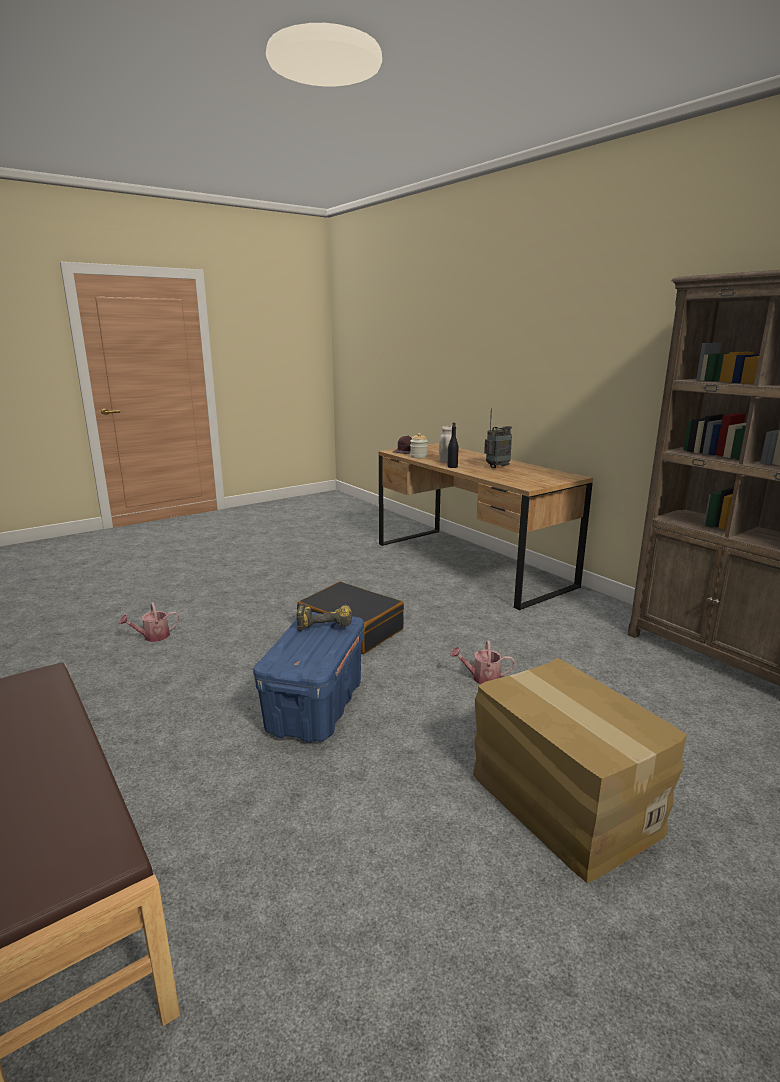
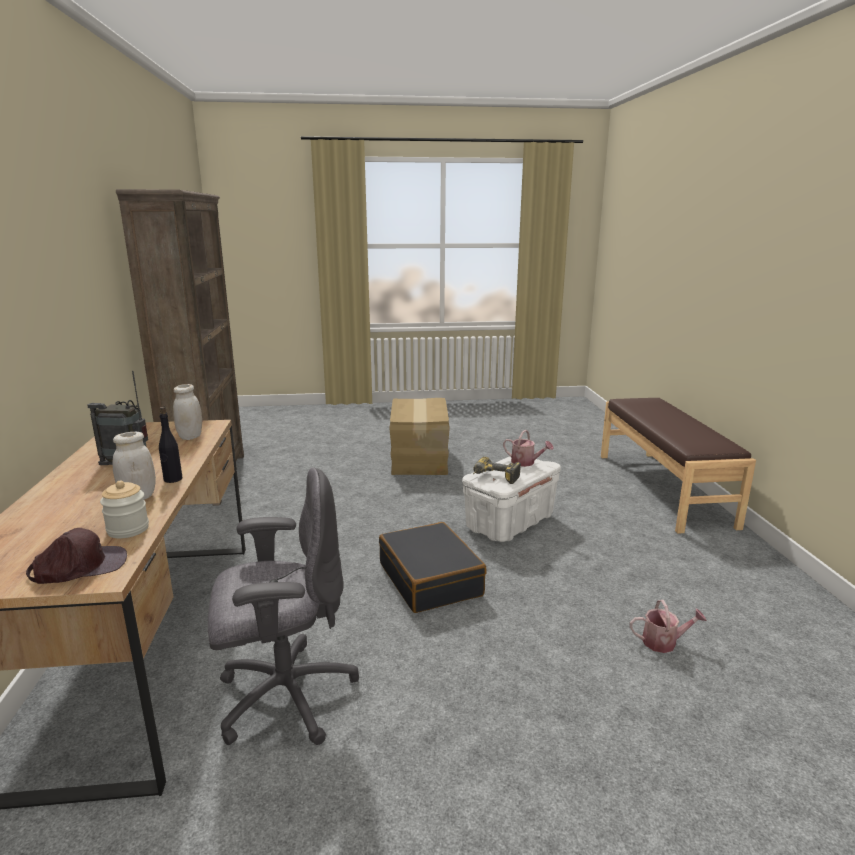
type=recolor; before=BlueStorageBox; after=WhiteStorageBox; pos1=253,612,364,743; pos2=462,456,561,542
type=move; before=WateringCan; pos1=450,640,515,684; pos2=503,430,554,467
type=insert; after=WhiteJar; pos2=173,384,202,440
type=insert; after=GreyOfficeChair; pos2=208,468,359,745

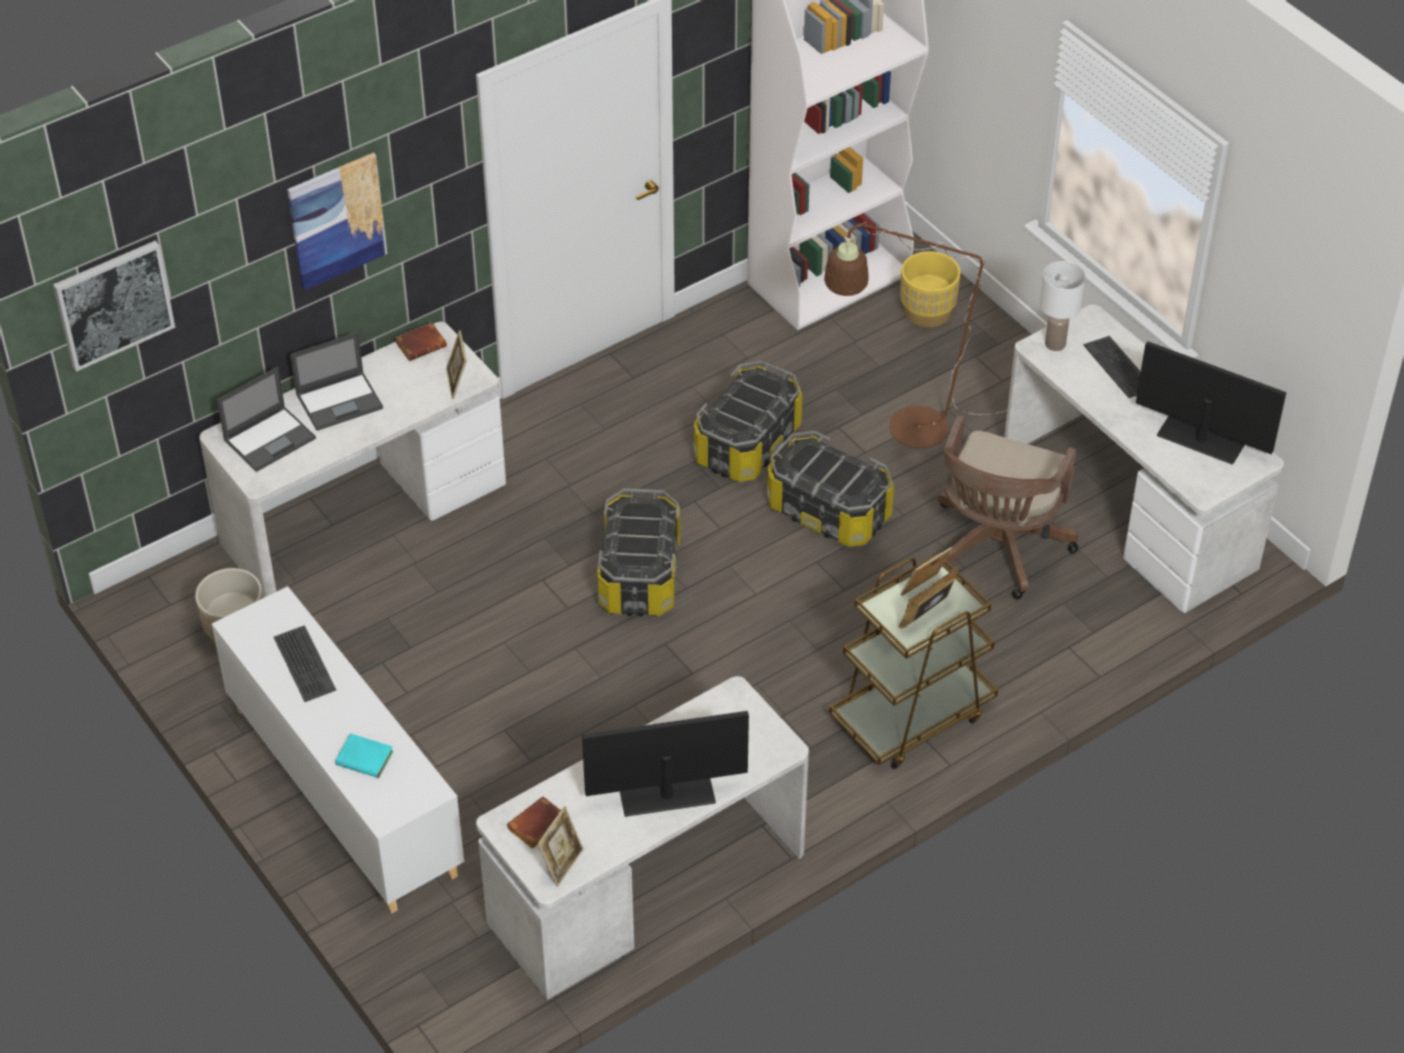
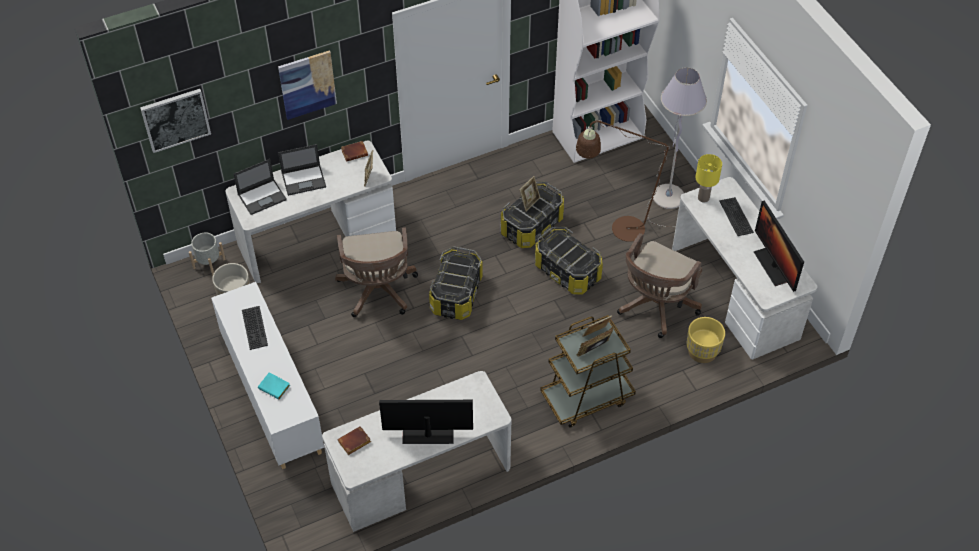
type=move; before=YellowPlanter; pos1=901,251,960,327; pos2=687,317,725,363
type=recolor; before=WhiteTableLamp; after=YellowTableLamp; pos1=1039,261,1086,351; pos2=695,154,722,203
type=rotate; before=Monitor; pos1=1136,341,1286,465; pos2=754,200,804,292; turn=-150
type=move; before=PictureFrame; pos1=538,807,584,887; pos2=519,176,540,212
type=insert; after=GreyFloorLamp; pos2=653,67,707,209
type=insert; after=BrownOfficeChair; pos2=335,227,418,317
type=insert; after=GreyPlanter; pos2=189,232,226,276

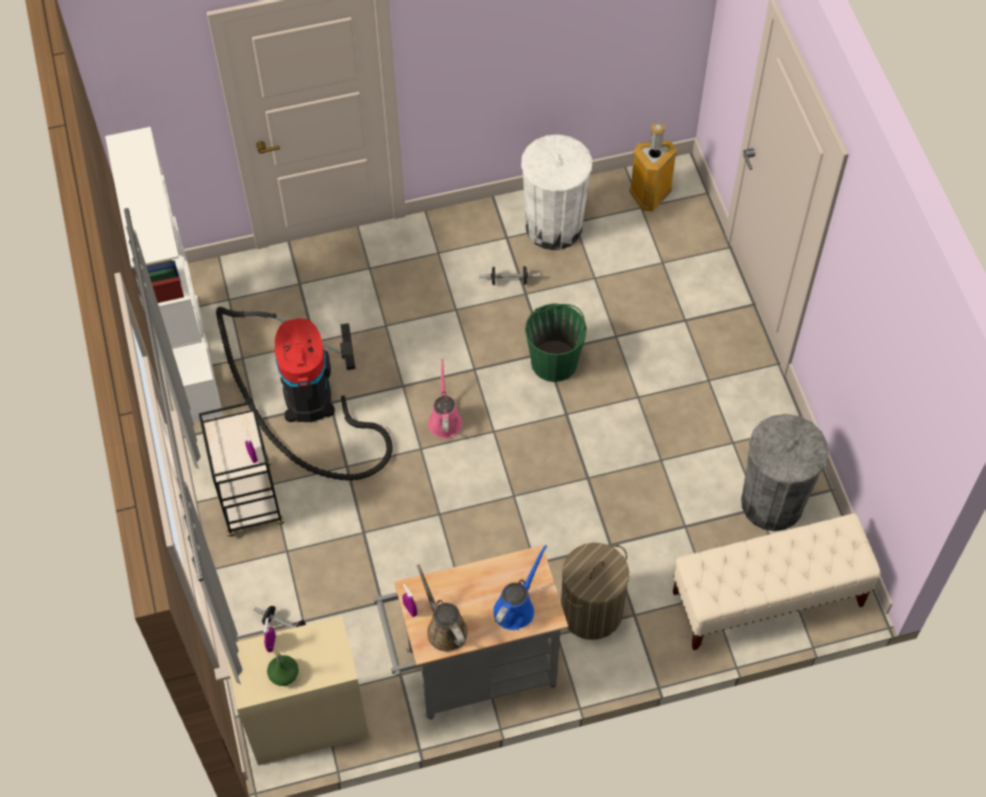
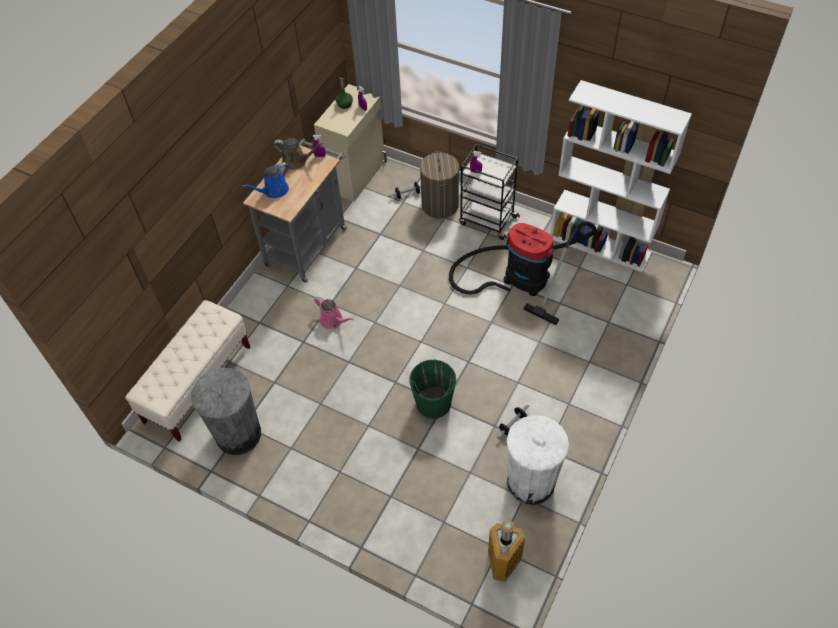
type=move; before=PinkWateringCan; pos1=428,359,462,439; pos2=314,297,354,329
type=move; before=LaundryBasket; pos1=561,543,629,640; pos2=420,151,459,218
type=rotate; before=BlueWateringCan; pos1=493,545,547,630; pos2=242,162,289,198; turn=60

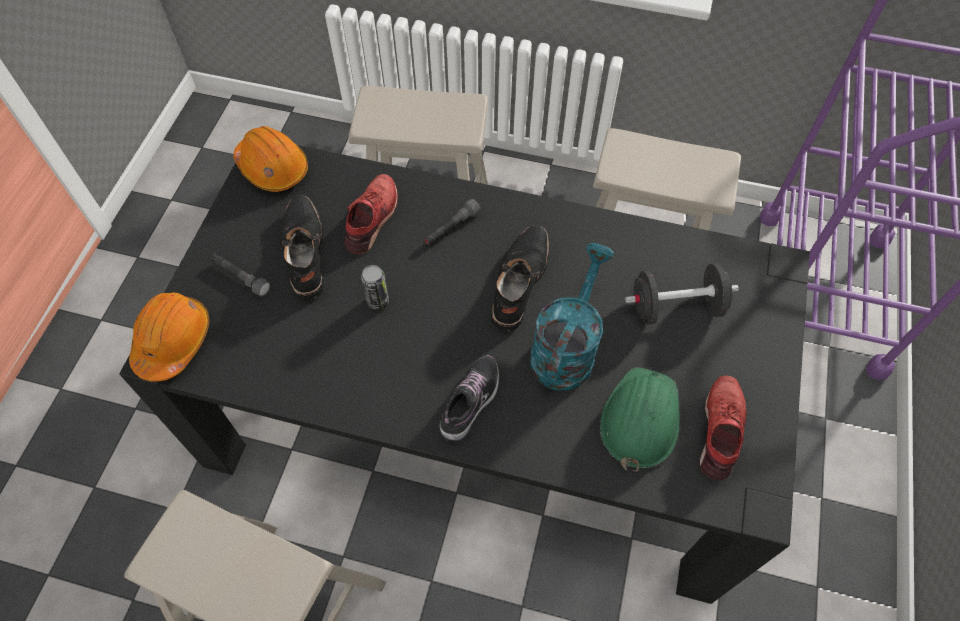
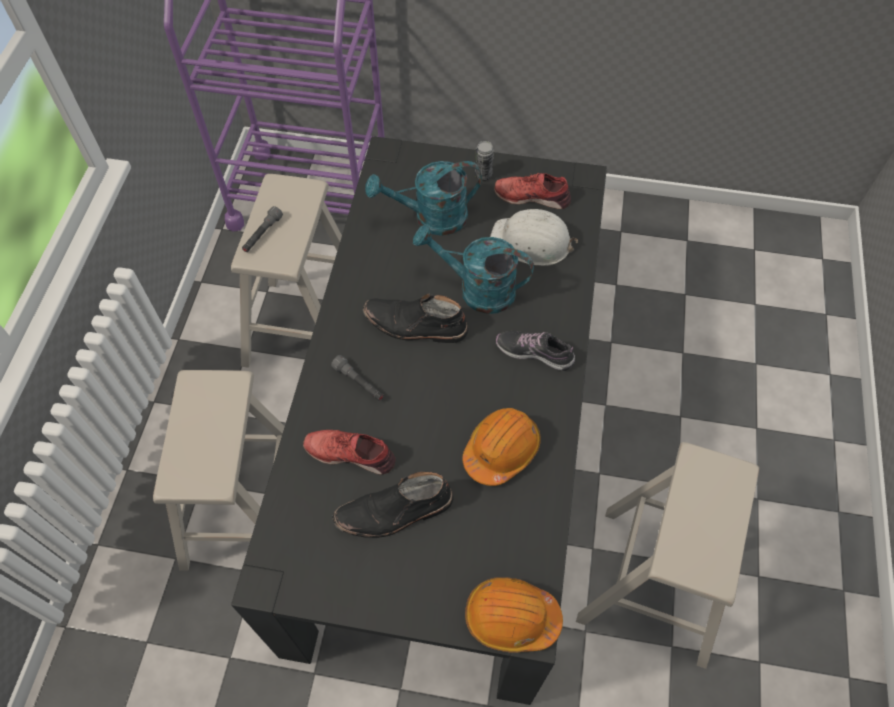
type=move; before=OrangeHardHat; pos1=233,126,308,192; pos2=462,408,541,486
type=move; before=GreyFlashlight; pos1=211,254,271,297; pos2=242,206,283,252
type=replace; before=BlackDumbbell; after=TurquoiseWateringCan; pos1=625,263,739,325; pos2=365,161,482,236
type=move; before=Can; pos1=361,265,389,310; pos2=475,141,494,181
type=recolor; before=GreenHardHat; after=WhiteHardHat; pos1=600,367,680,472; pos2=490,209,578,266

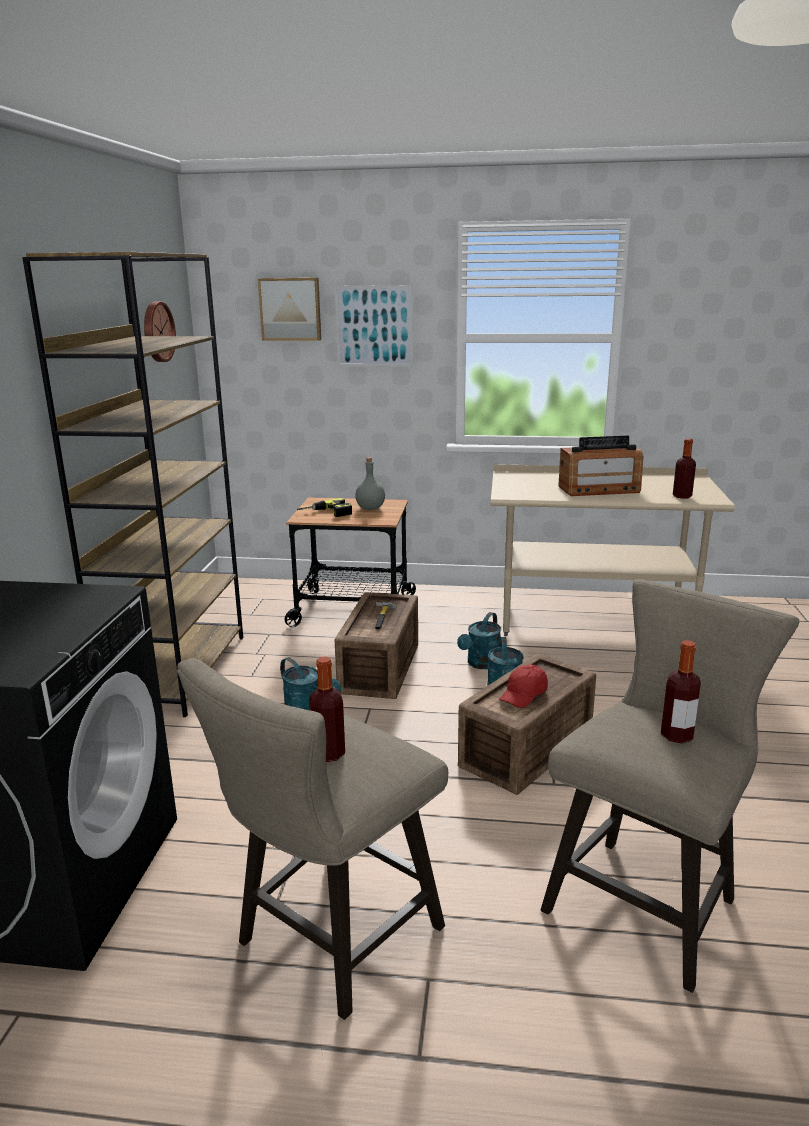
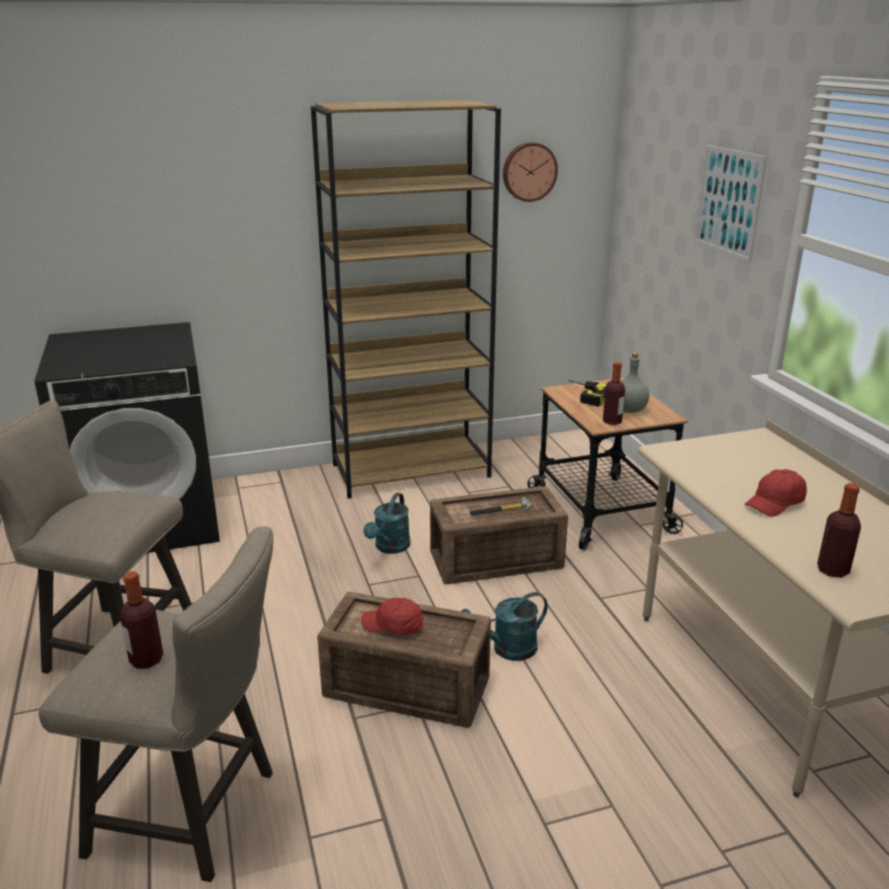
type=delete; before=Picture; pos1=258,278,321,341
type=replace; before=Radio; after=RedCap; pos1=558,436,643,496; pos2=745,469,807,517
type=delete; before=TurquoiseWateringCan; pos1=457,612,501,669
type=move; before=Bottle; pos1=309,656,345,762; pos2=603,362,625,425

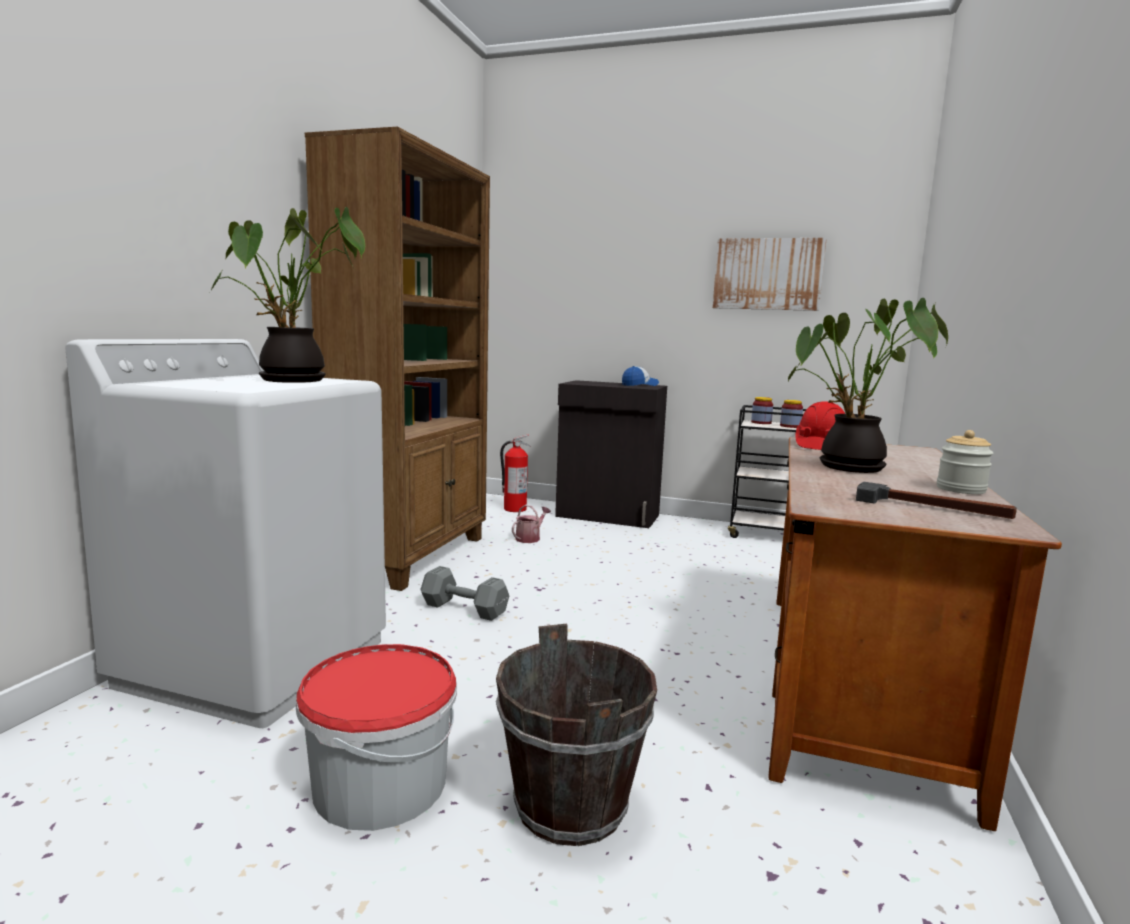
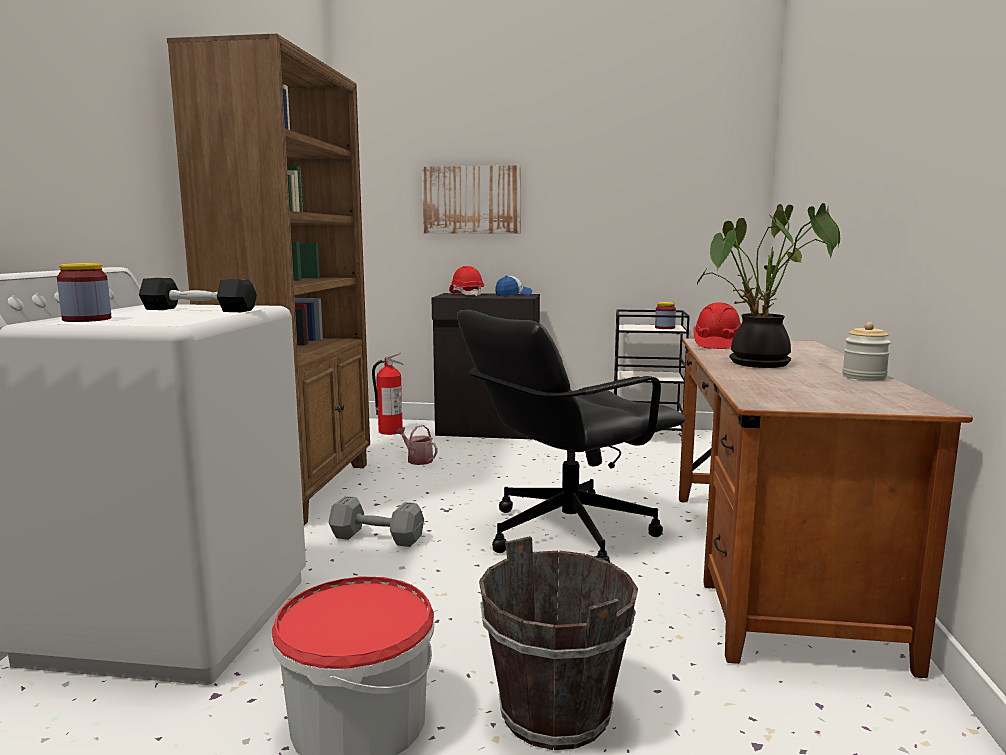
type=replace; before=PottedPlant; after=BlackDumbbell; pos1=210,207,365,383; pos2=139,278,257,312
type=move; before=Picture; pos1=713,238,827,311; pos2=422,165,521,233
type=move; before=Jar; pos1=751,397,773,424; pos2=57,263,112,322
type=delete; before=Hammer; pos1=856,481,1017,519
type=rotate; before=WateringCan; pos1=512,505,551,543; pos2=396,425,438,465; turn=-75
type=insert; after=RedHardHat; pos2=449,266,484,296
type=insert; after=BlackOfficeChair; pos2=457,310,685,563

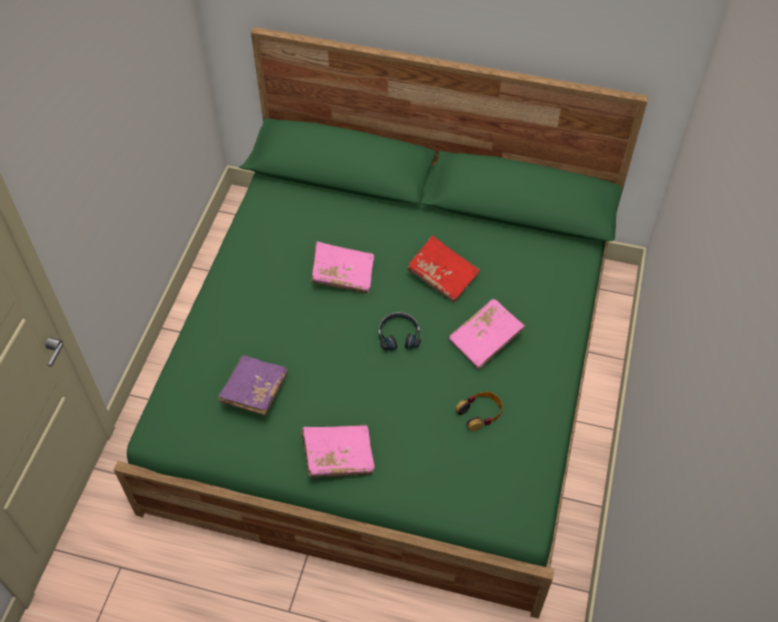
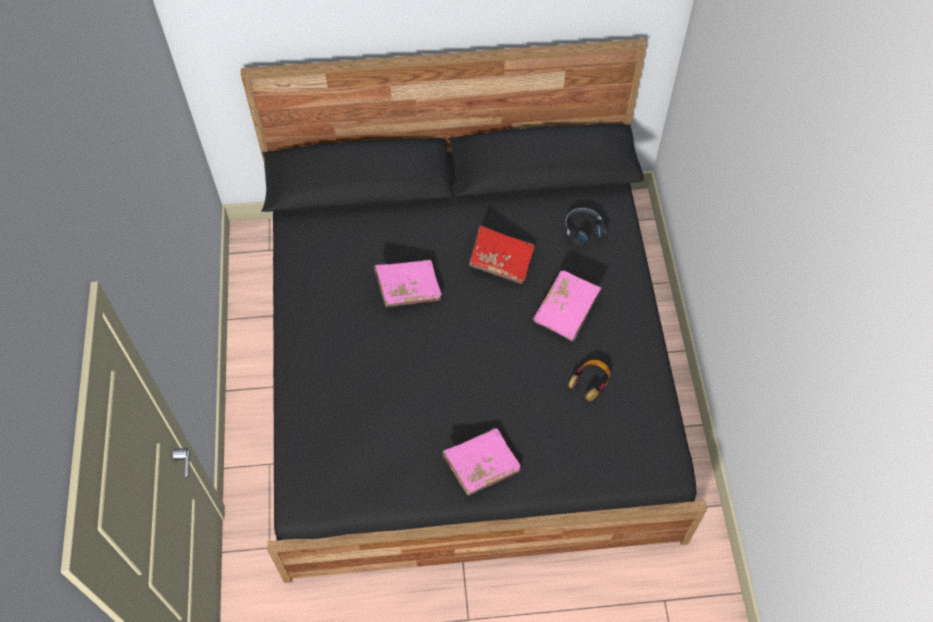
type=recolor; before=GreenBed; after=BlackBed; pos1=114,27,648,618; pos2=241,39,707,583
type=move; before=BlackHeadphones; pos1=379,312,421,351; pos2=565,208,607,246
type=delete; before=PurpleBook; pos1=218,355,288,415

